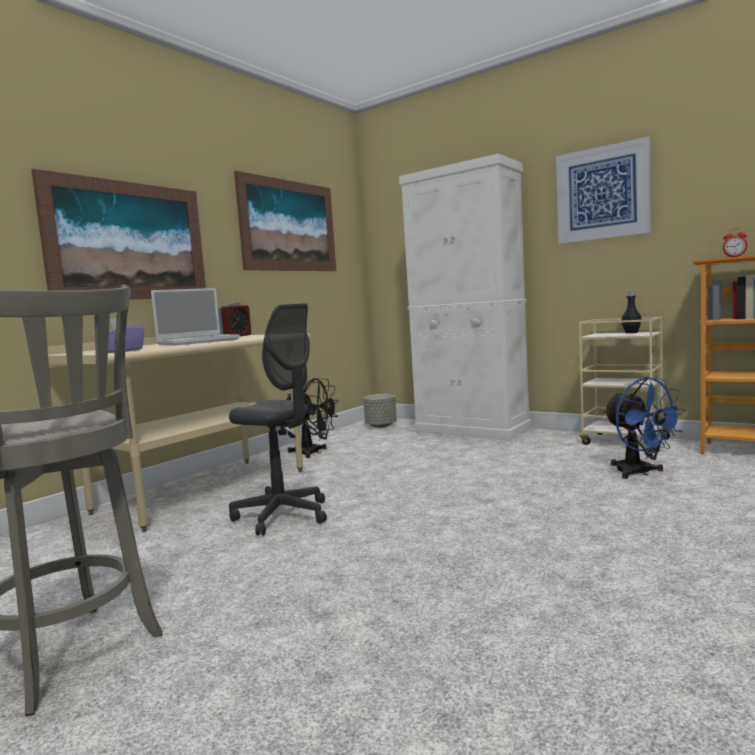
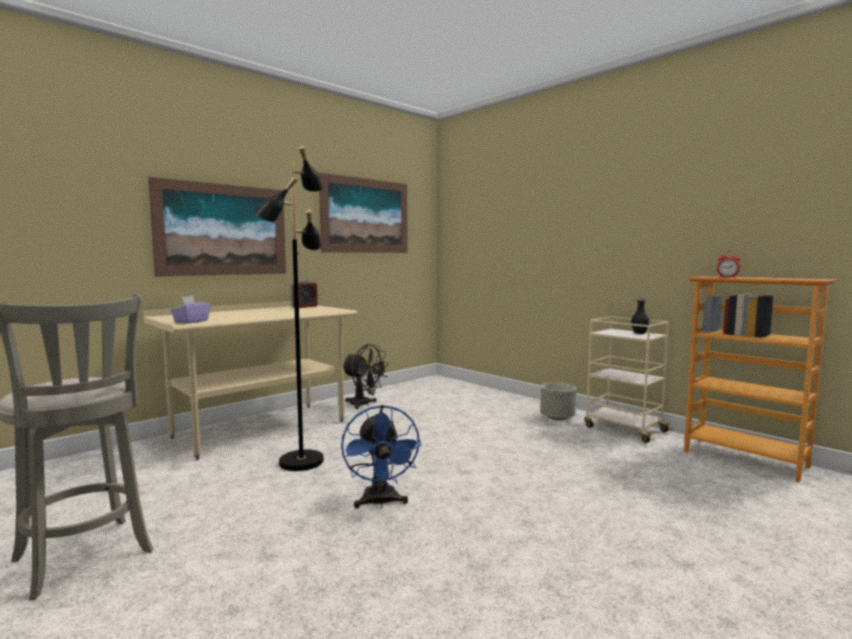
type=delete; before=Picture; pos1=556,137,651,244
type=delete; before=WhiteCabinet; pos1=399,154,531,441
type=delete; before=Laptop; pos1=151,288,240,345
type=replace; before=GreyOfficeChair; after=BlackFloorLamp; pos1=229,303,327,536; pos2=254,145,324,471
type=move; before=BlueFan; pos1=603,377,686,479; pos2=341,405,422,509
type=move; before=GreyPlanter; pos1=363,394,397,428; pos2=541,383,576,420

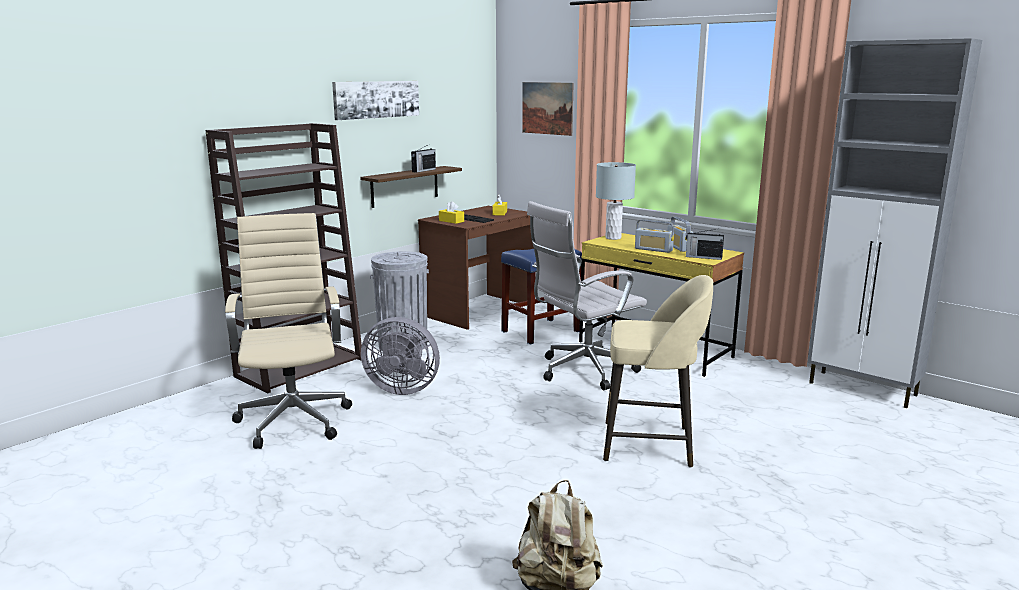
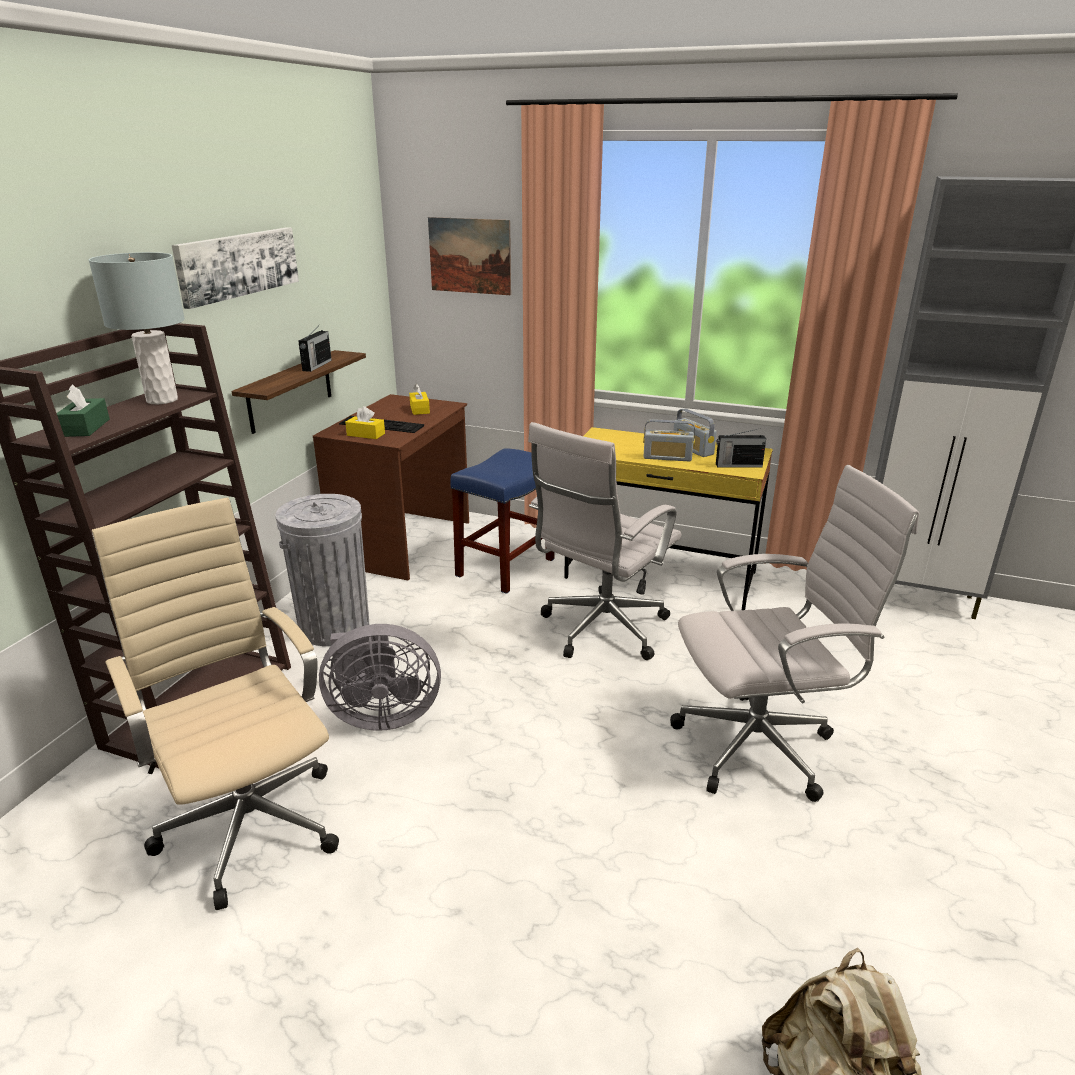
type=move; before=GreyTableLamp; pos1=596,162,636,240; pos2=89,252,185,405
type=replace; before=BeigeStool; after=WhiteOfficeChair; pos1=603,275,713,468; pos2=670,465,919,802
type=insert; after=GreenTissueBox; pos2=57,384,110,437

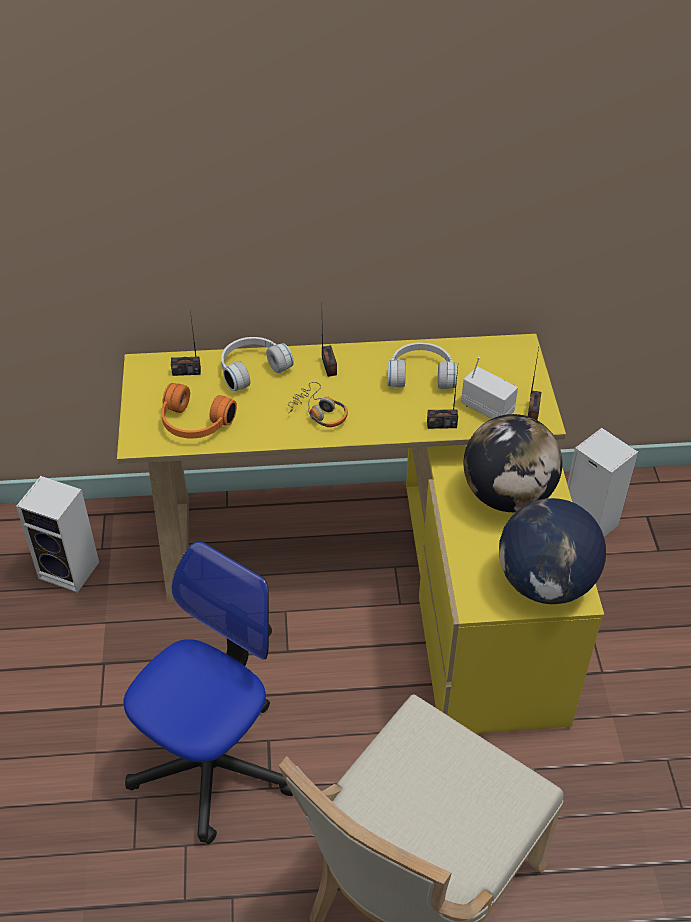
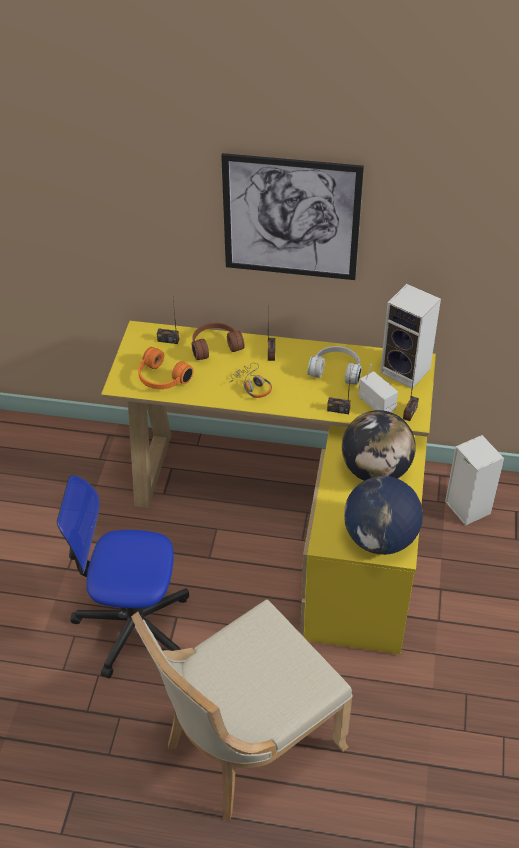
type=recolor; before=WhiteHeadphones; after=BrownHeadphones; pos1=221,337,294,391; pos2=192,322,245,360
type=move; before=Speaker; pos1=16,476,99,593; pos2=380,284,441,389
type=rotate; before=OfficeChair; pos1=123,541,293,844; pos2=57,475,189,678; turn=-135
type=insert; after=Picture; pos2=221,153,364,280

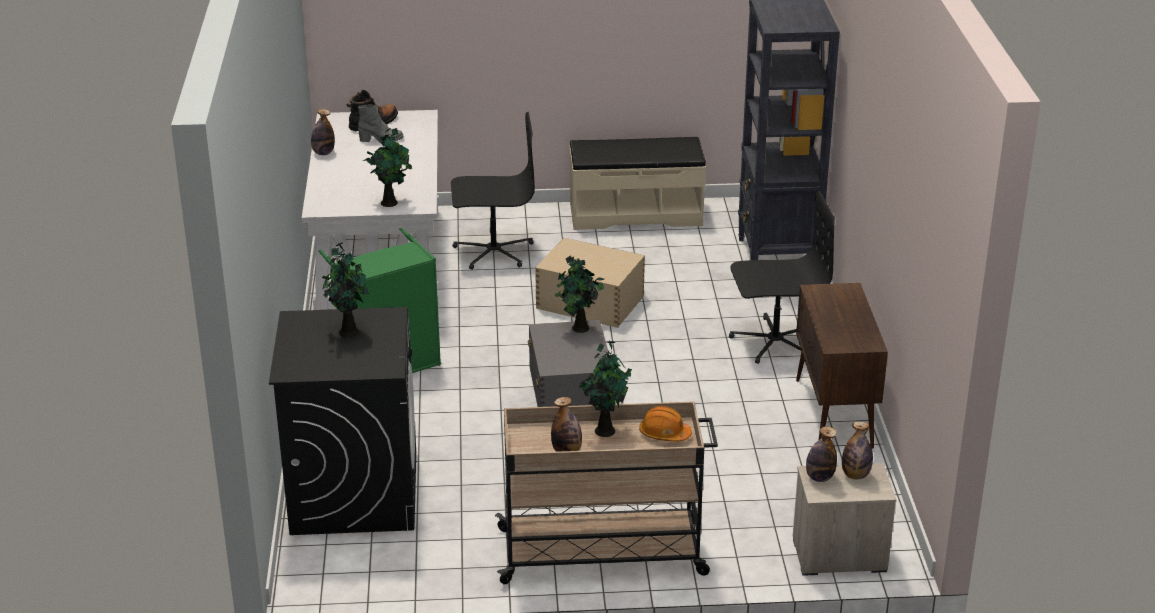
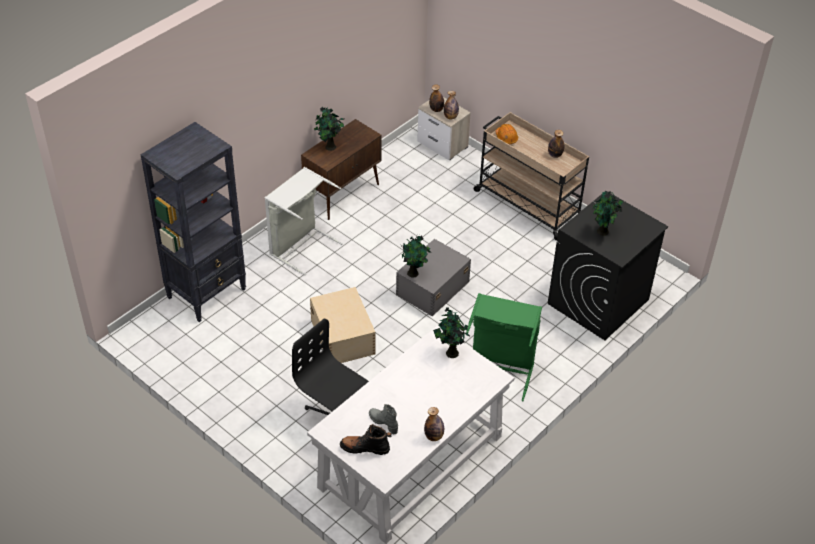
type=delete; before=BeigeBench; pos1=569,137,706,230
type=replace; before=BlackOfficeChair; after=GreyLaundryBasket; pos1=729,191,835,364; pos2=265,167,343,275
type=move; before=PottedPlant; pos1=579,341,632,437; pos2=314,107,344,151

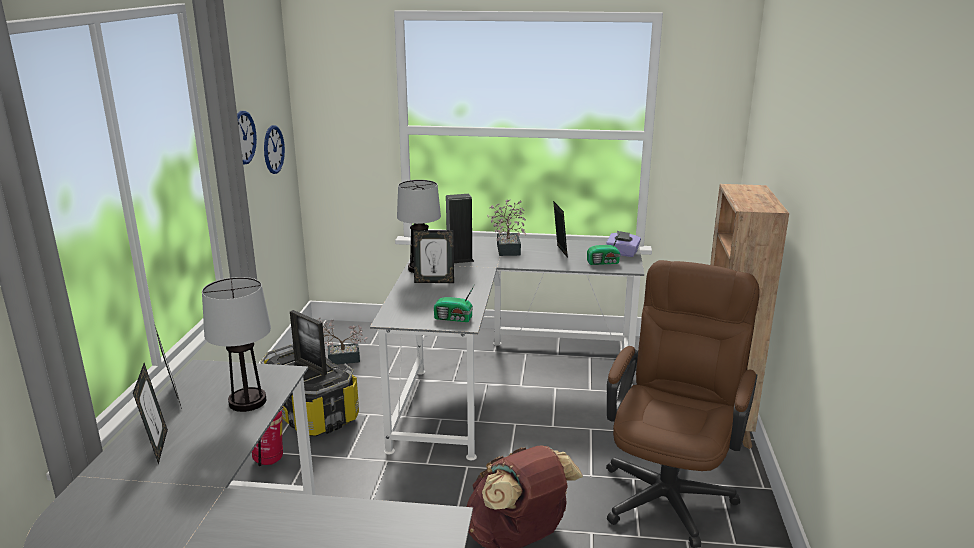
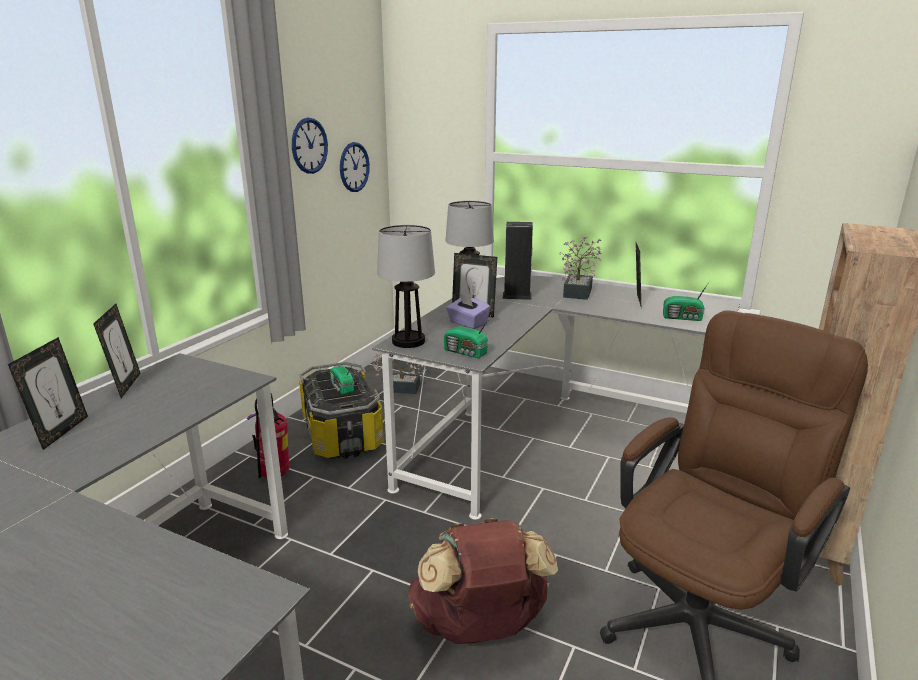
type=move; before=PurpleTissueBox; pos1=606,231,641,257; pos2=446,294,491,329
type=move; before=TableLamp; pos1=202,277,271,412; pos2=377,225,435,348
type=replace; before=PictureFrame; after=Radio; pos1=290,310,327,376; pos2=330,362,354,394

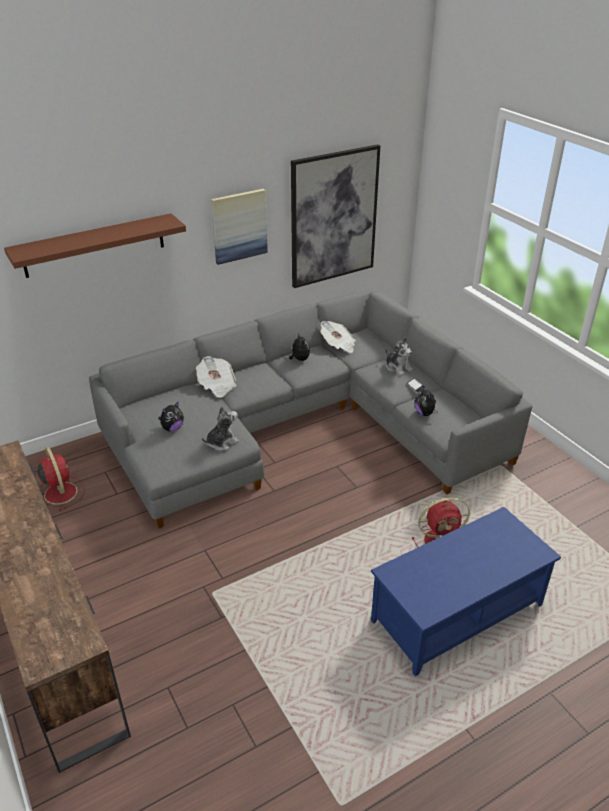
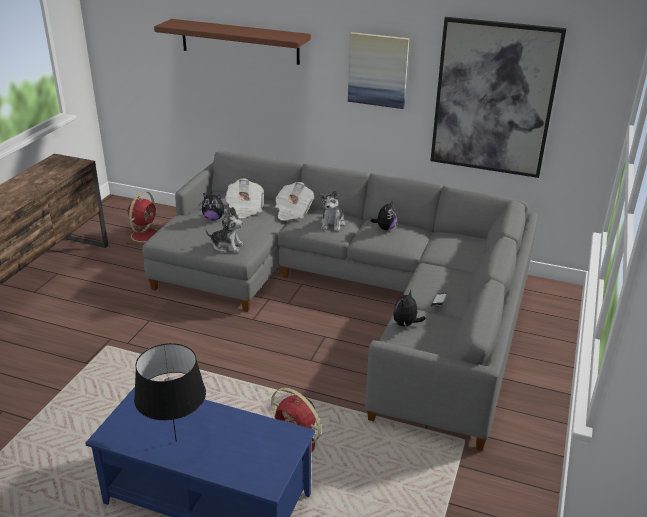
type=move; before=Newspaper; pos1=320,321,356,353; pos2=225,178,264,218
type=move; before=PlushToy; pos1=385,337,413,376; pos2=320,190,345,231
type=insert; after=BlackTableLamp; pos2=134,343,206,442

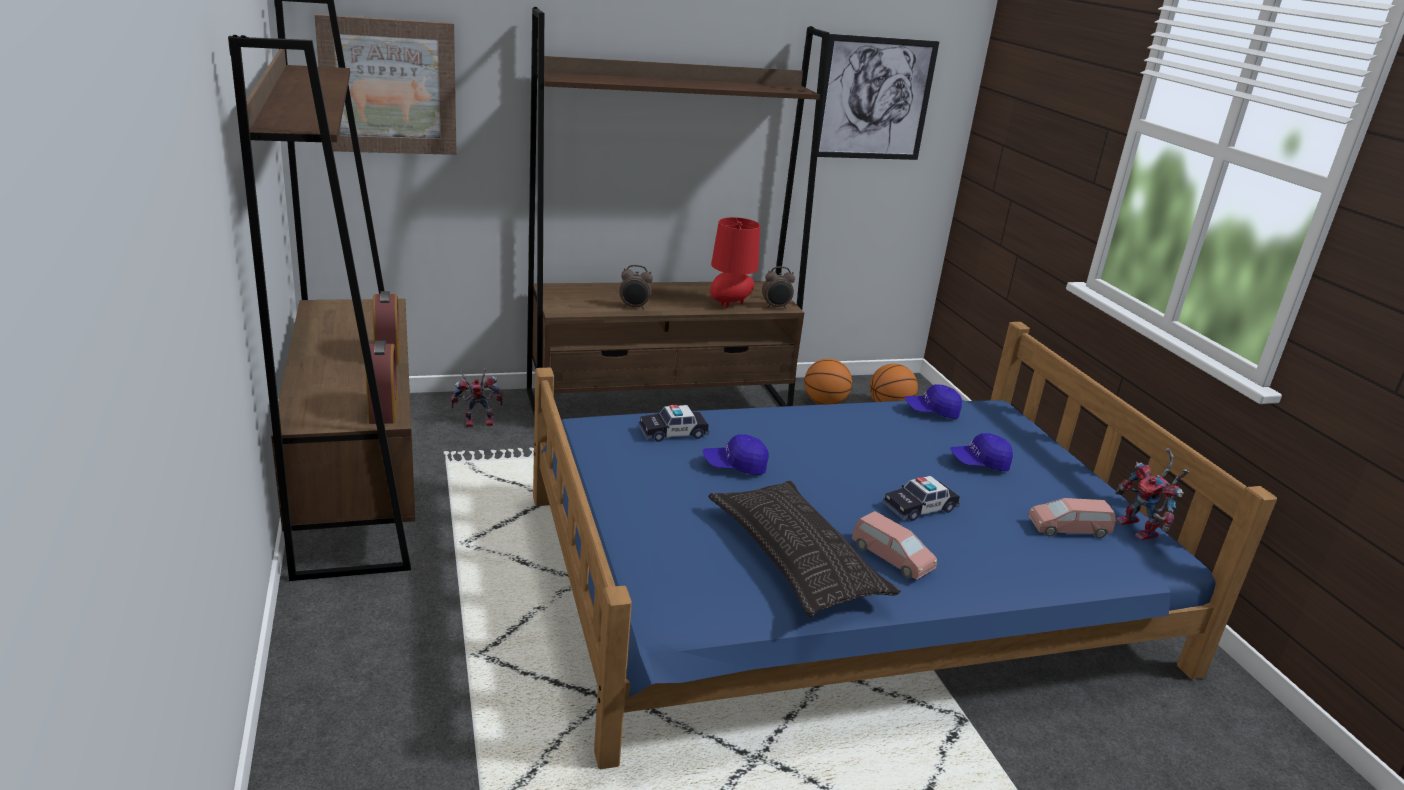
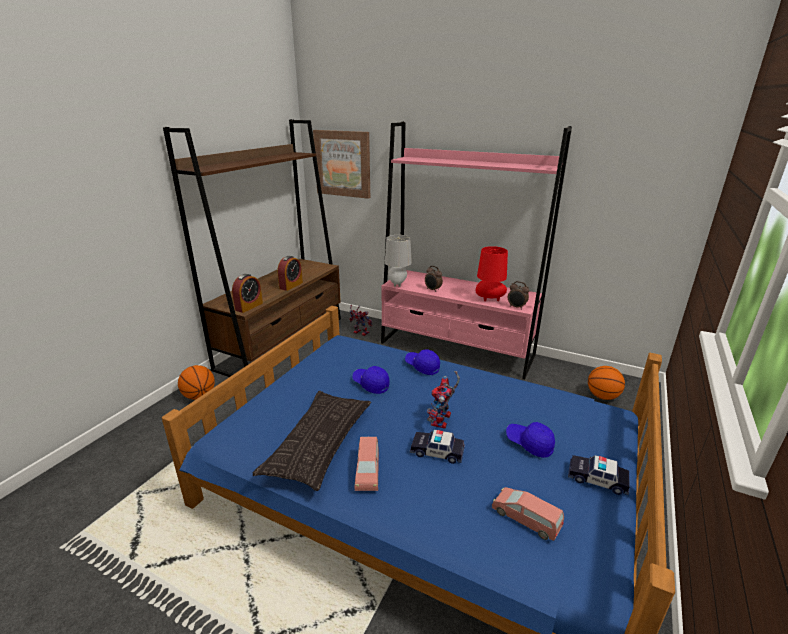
type=recolor; before=BrownBookcase; after=PinkBookcase; pos1=527,7,829,418; pos2=381,122,572,379
type=delete; before=Picture; pos1=817,34,939,160
type=move; before=Basketball; pos1=804,358,852,405; pos2=178,365,215,400
type=move; before=BlueCap; pos1=905,384,962,419; pos2=405,349,440,375
type=move; before=ToyCar; pos1=639,405,709,442; pos2=568,455,629,495
type=move; before=ToyRobot; pos1=1115,448,1189,541; pos2=427,371,460,429
type=insert; after=GreyTableLamp; pos2=385,235,412,287

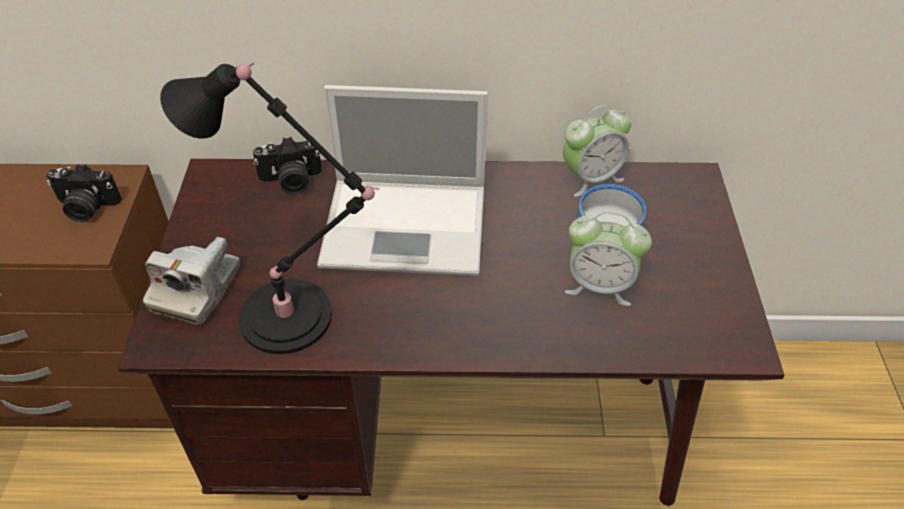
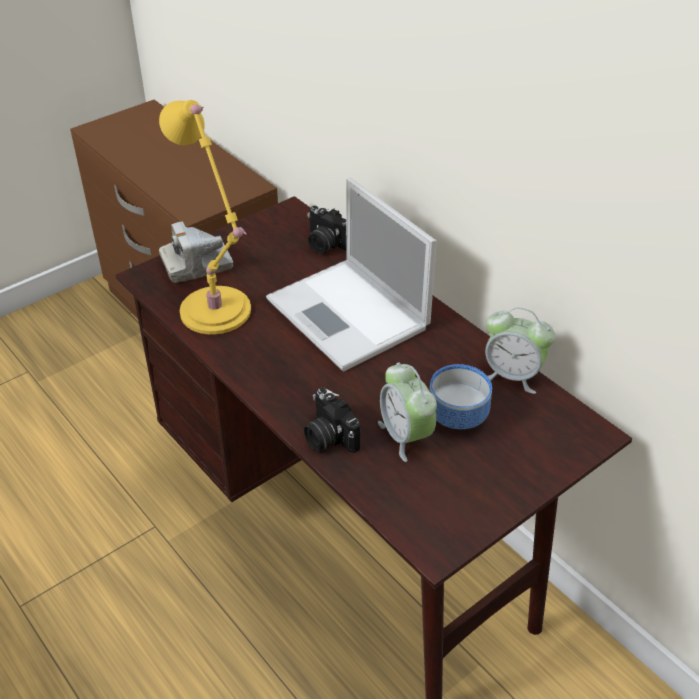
type=recolor; before=BlackTableLamp; after=YellowTableLamp; pos1=160,62,379,354; pos2=159,100,251,334
type=move; before=PhotoCamera; pos1=47,164,122,222; pos2=304,387,360,453

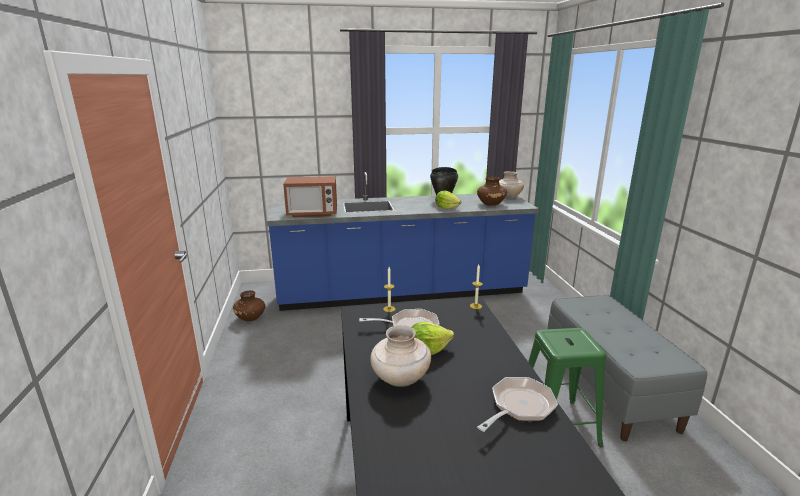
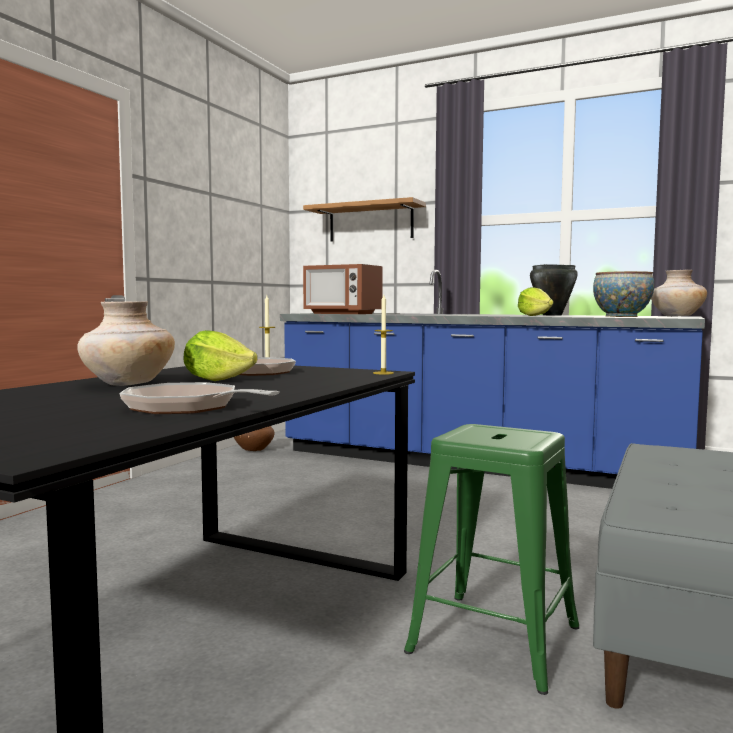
type=replace; before=BrownVase; after=Bowl; pos1=477,177,507,206; pos2=593,271,654,317
type=rotate; before=FryingPan; pos1=477,377,558,432; pos2=120,382,280,414; turn=-135
type=insert; after=Shelf; pos2=303,197,426,242

